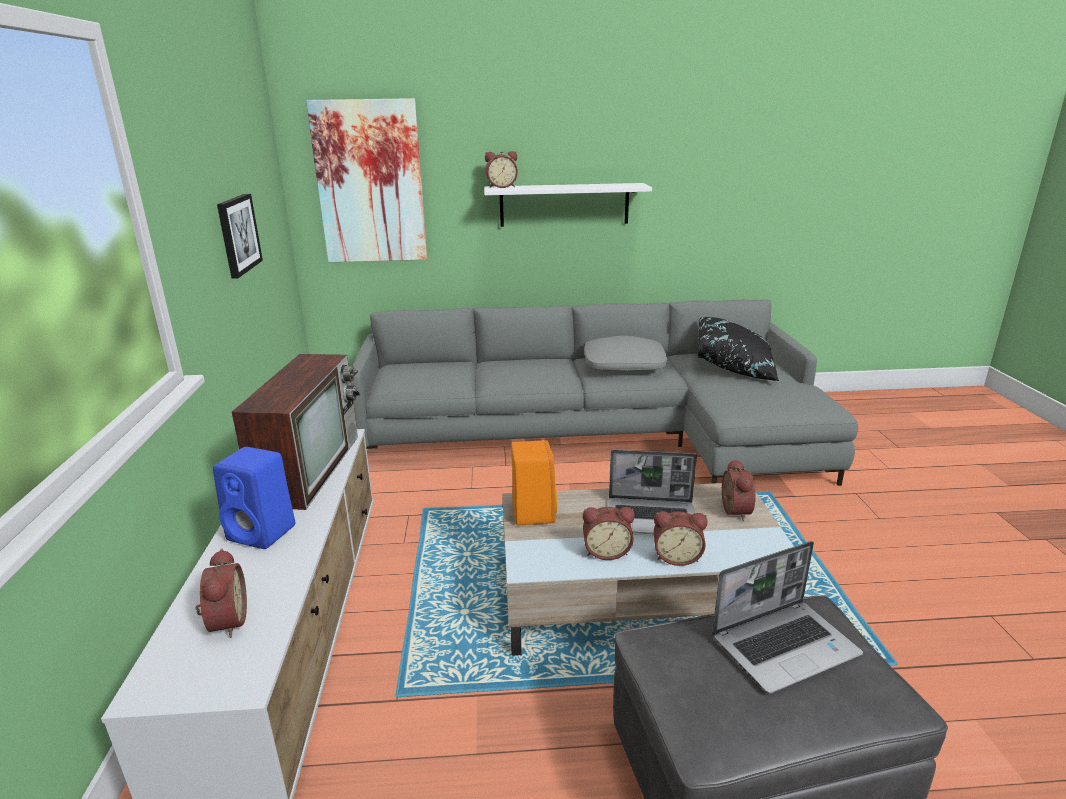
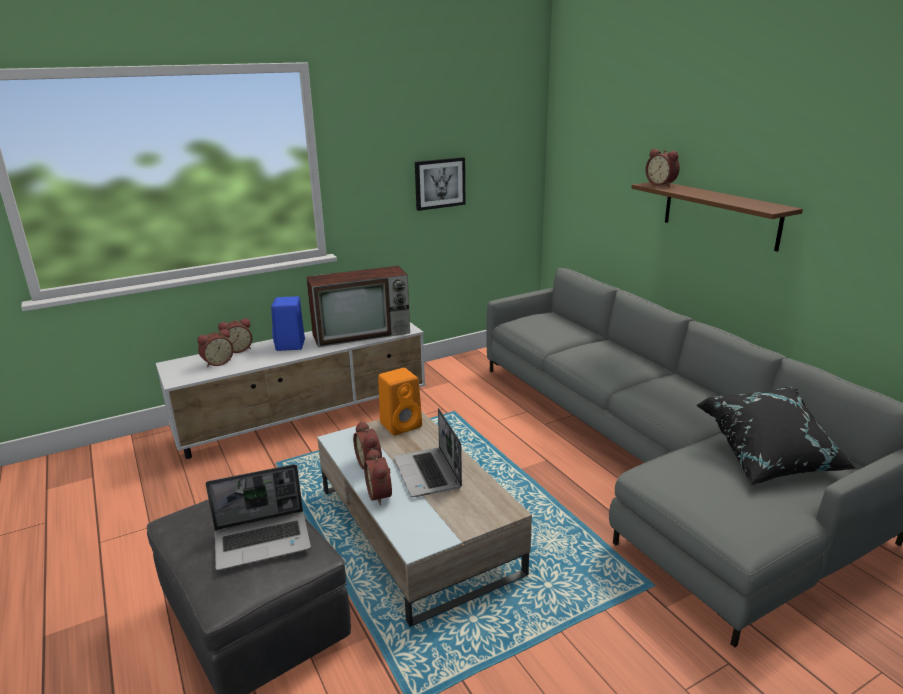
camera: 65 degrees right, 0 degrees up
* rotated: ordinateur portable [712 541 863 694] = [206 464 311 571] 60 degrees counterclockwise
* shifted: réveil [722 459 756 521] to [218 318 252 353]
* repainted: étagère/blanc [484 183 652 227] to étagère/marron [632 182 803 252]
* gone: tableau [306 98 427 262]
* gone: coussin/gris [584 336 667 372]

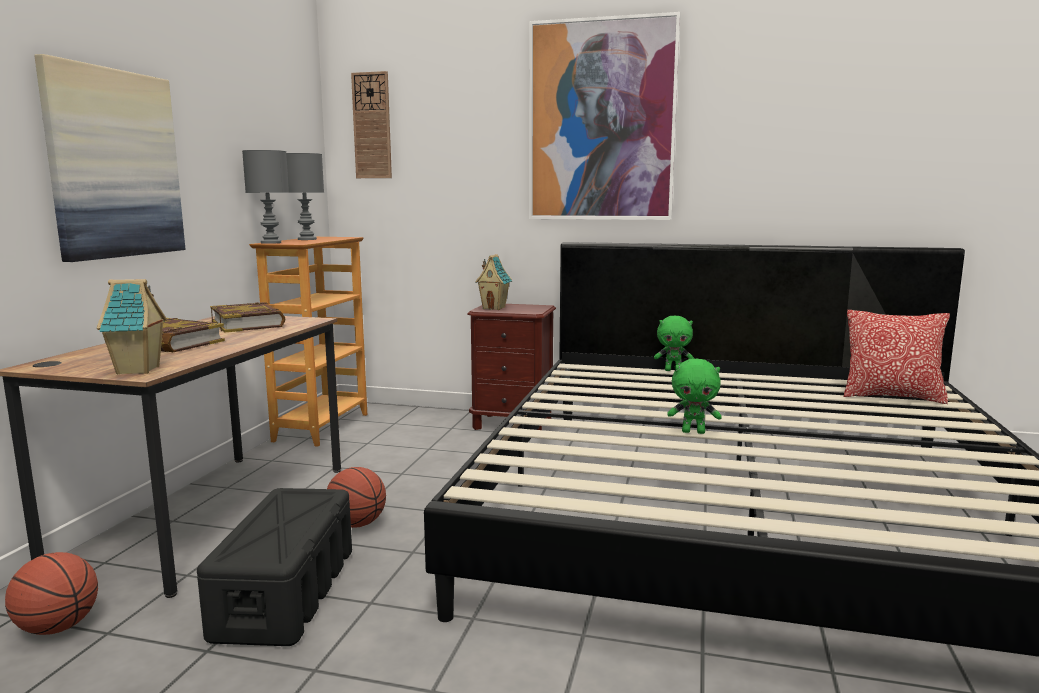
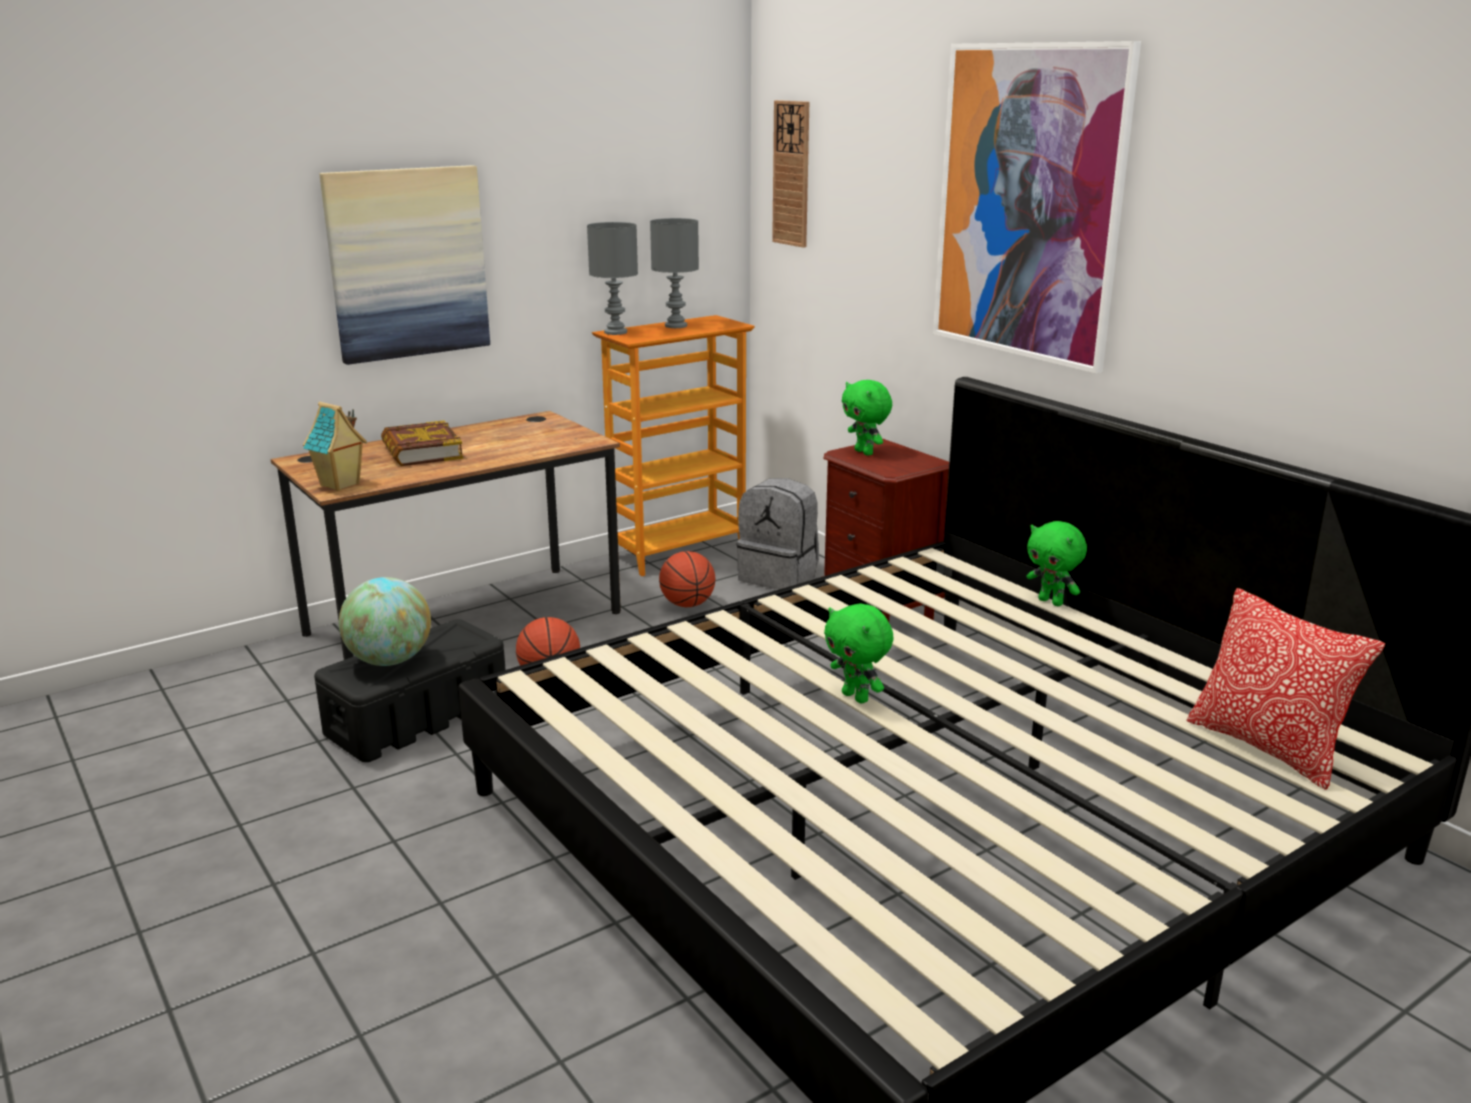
camera: 40 degrees right, 10 degrees up
* new: globe [339 577 431 666]
* shifted: ballon de basket [5 552 98 635] to [659 551 716 607]
* new: sac à dos/gris [736 478 819 590]
* swapped: maison miniature [475 254 512 310] to peluche/vert [842 380 892 456]
* gone: livre [210 302 285 333]

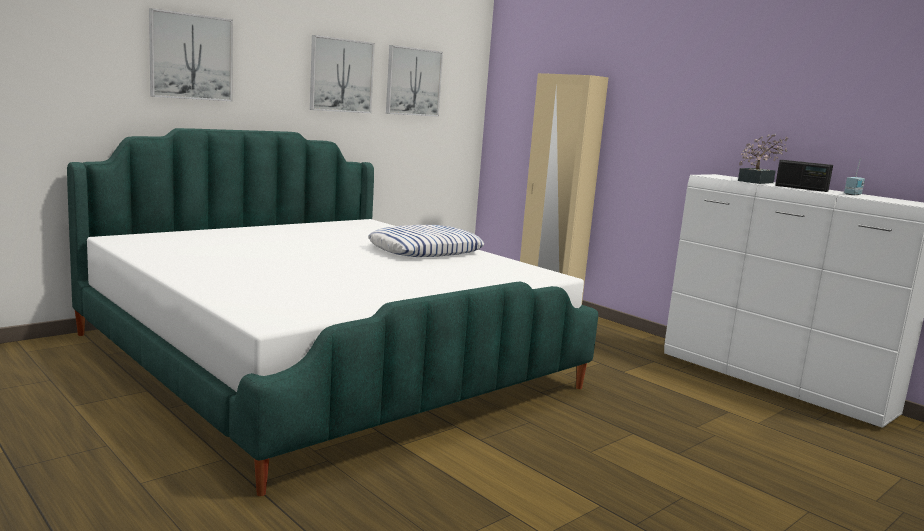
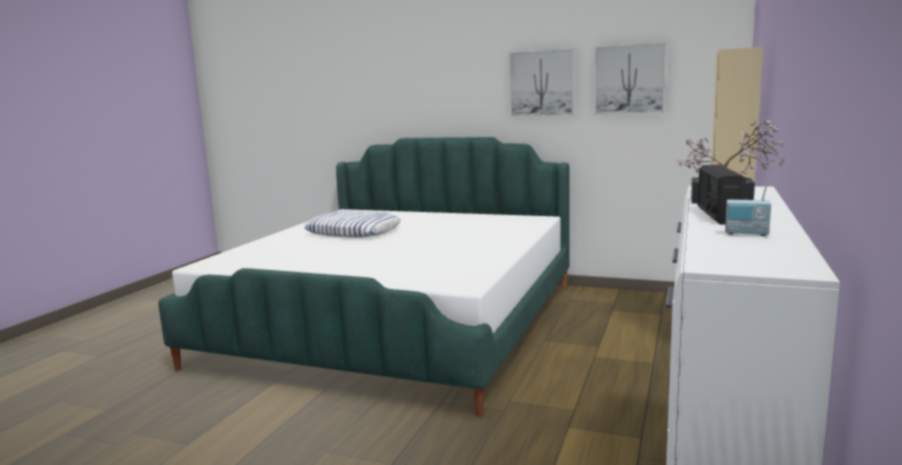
camera: 65 degrees right, 0 degrees up
* shifted: coussin [368 225 484 257] to [304 210 401 237]
* gone: tableau [149 8 233 101]

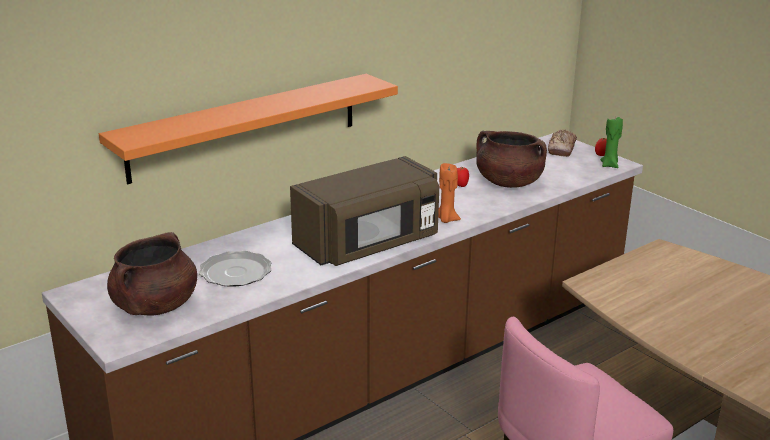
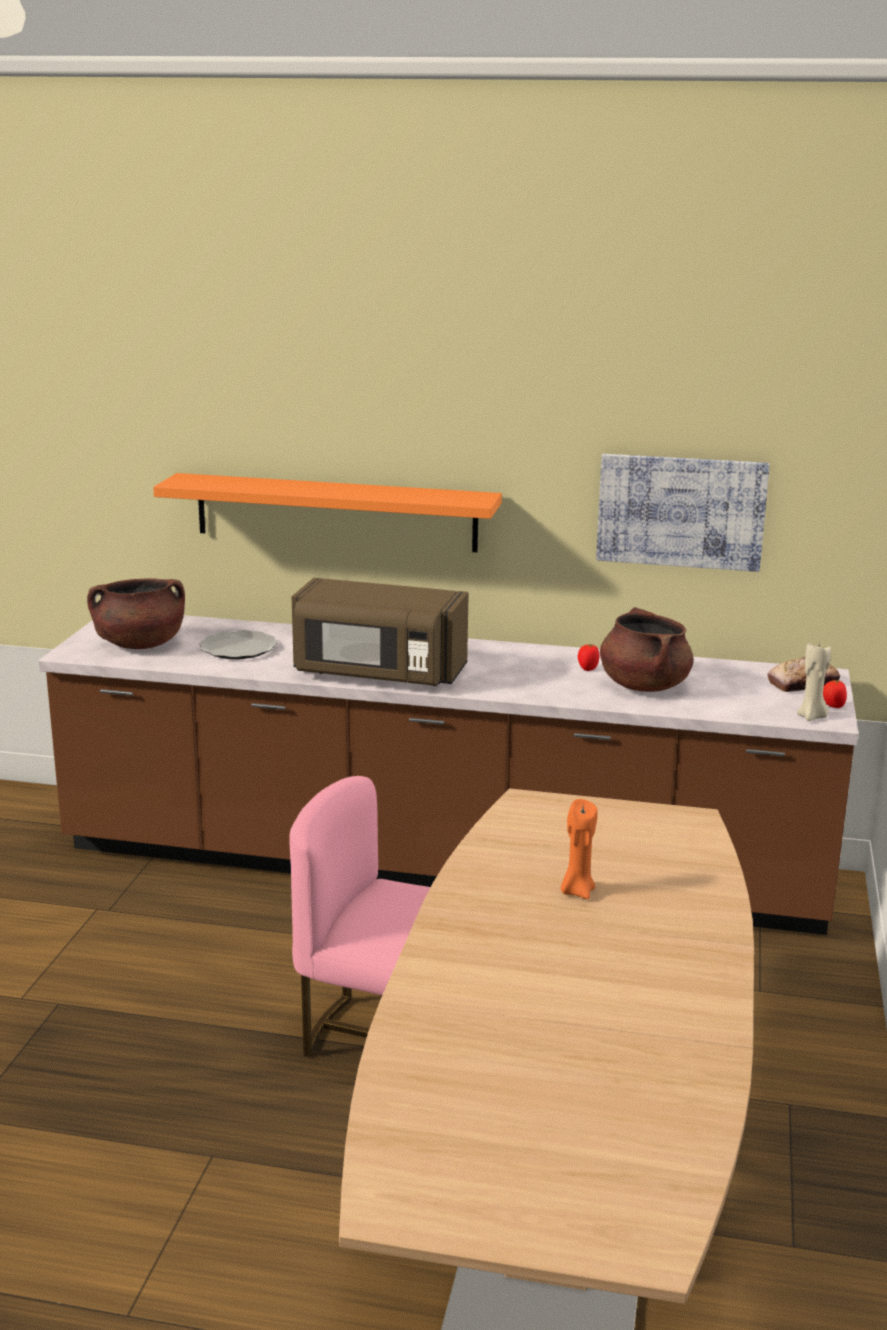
camera: 50 degrees right, 5 degrees down
* shifted: bougie/orange [438 163 461 223] to [561 799 598 899]
* new: tableau [596 454 770 572]
* repainted: bougie/vert [600 115 623 168] to bougie/beige [797 642 831 721]

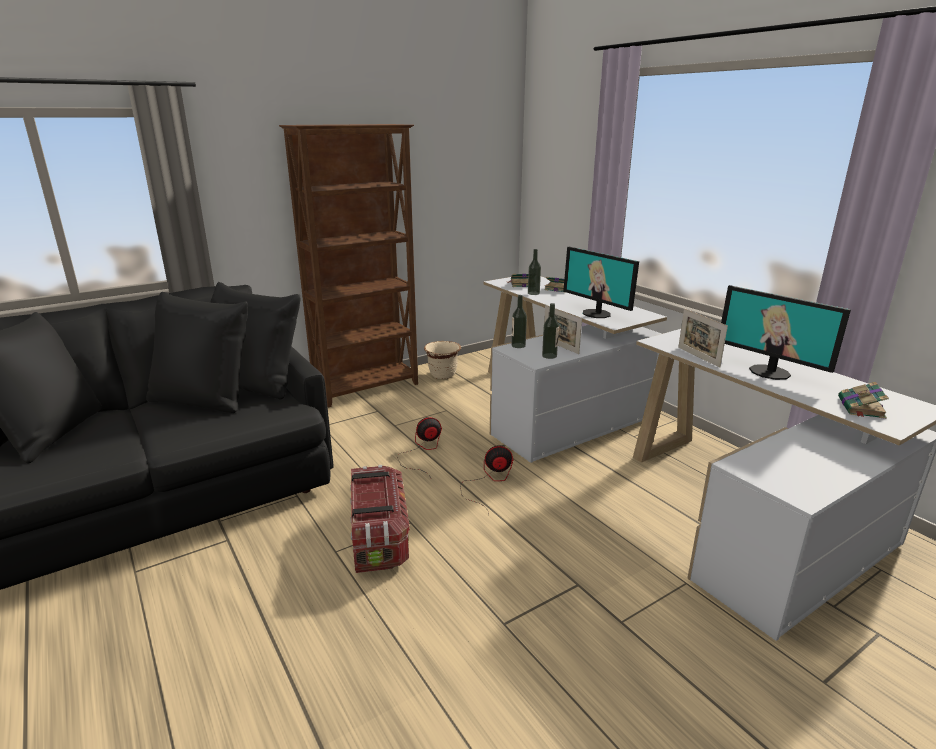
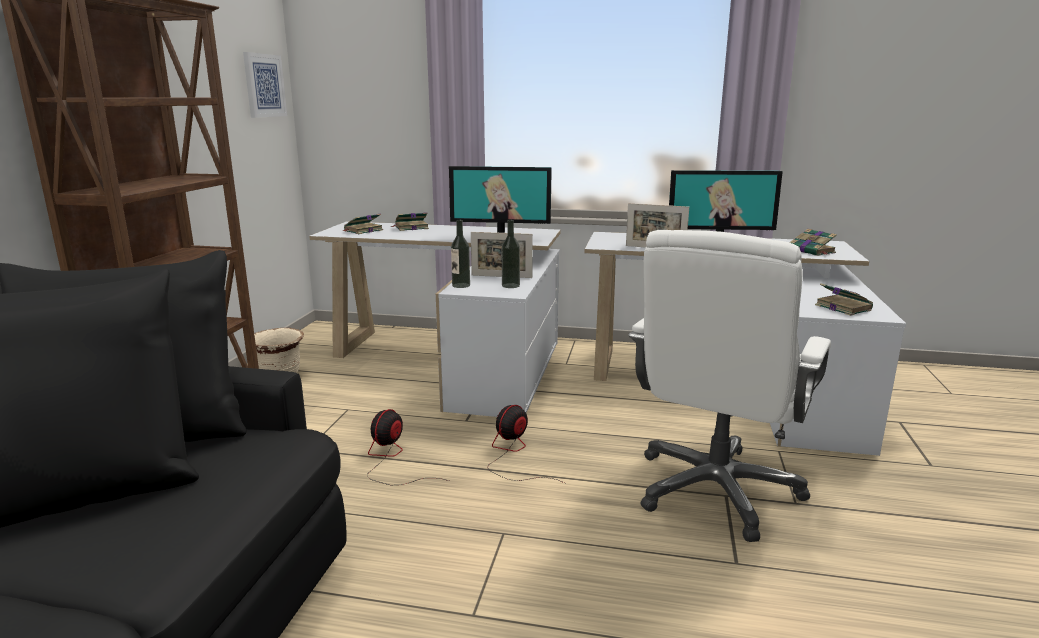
camera: 45 degrees left, 5 degrees down
* new: tableau [243 52 287 118]
* new: chaise de bureau/blanc [628 230 831 542]
* new: livre [815 283 873 316]
* gone: boîte de rangement [350 465 410 573]
* gone: bouteille [528 249 541 295]

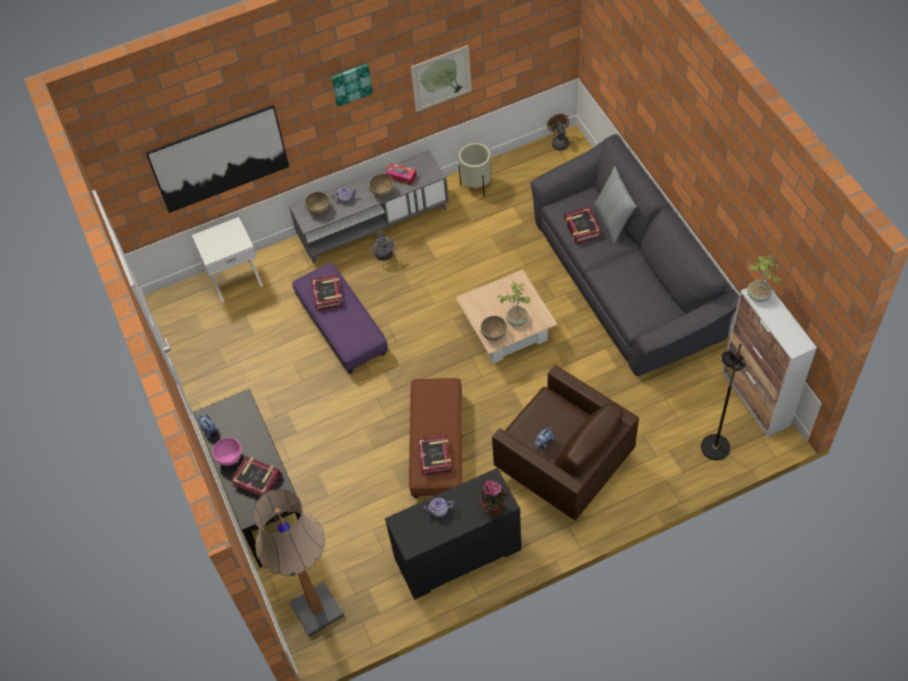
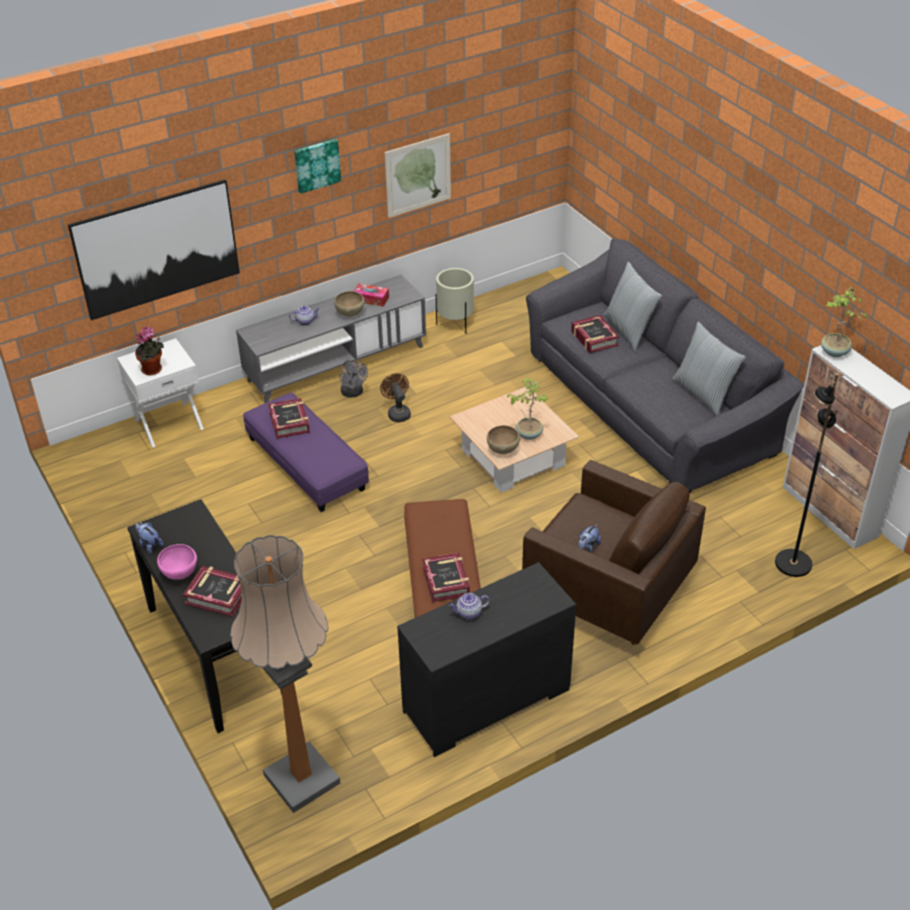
camera: 10 degrees left, 15 degrees down
* shifted: plante en pot [480 480 508 515] to [135 326 164 375]
* shifted: ventilateur/marron [547 114 569 151] to [380 373 411 422]
* new: coussin [672 322 746 416]
* gone: bol/marron [305 192 330 214]

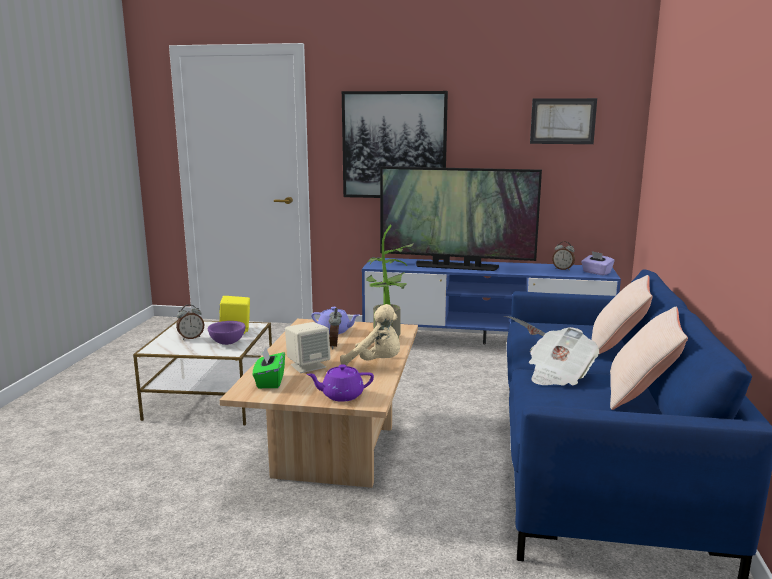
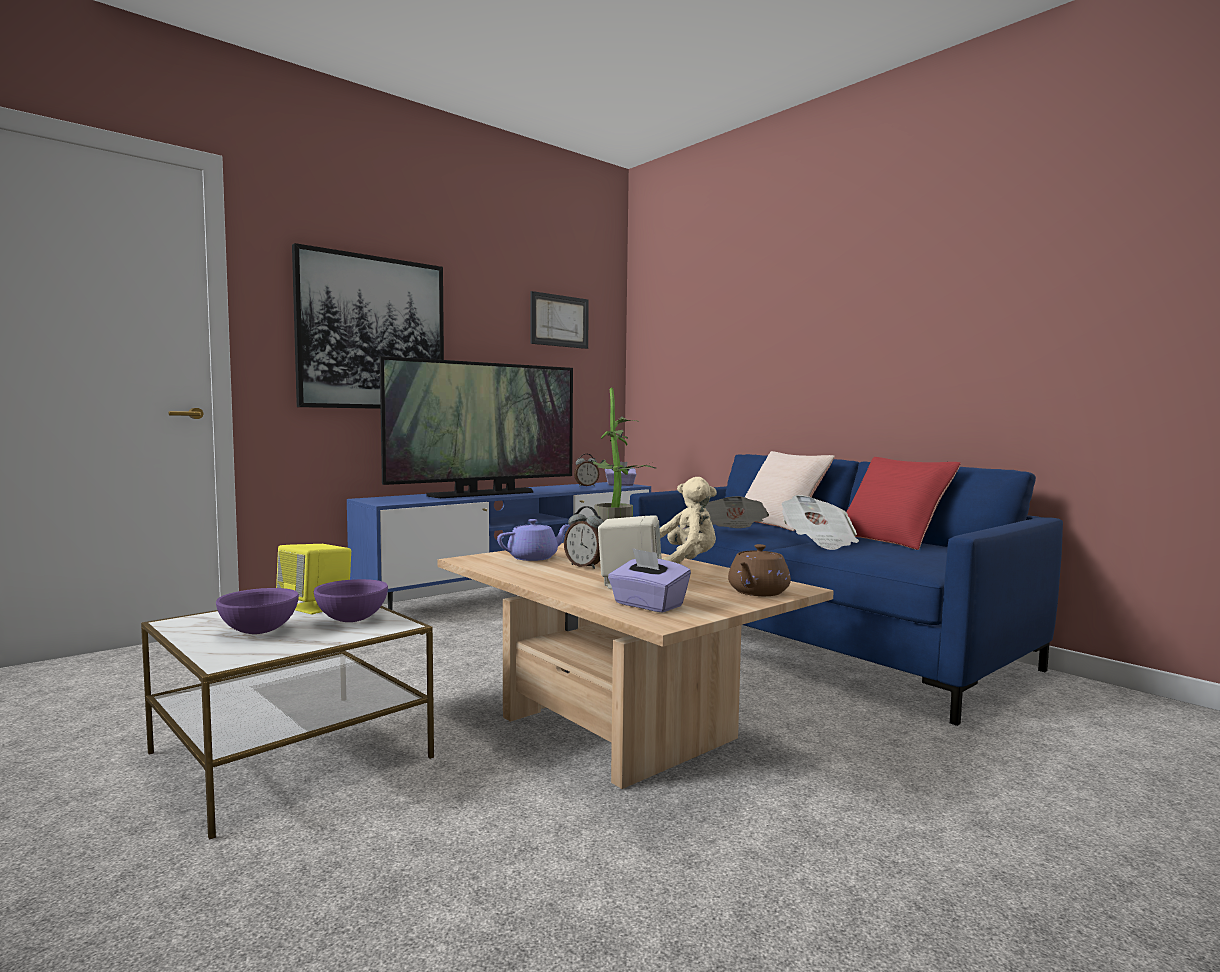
camera: 50 degrees left, 10 degrees down
* swapped: réveil [176 304 204 340] to bol/violet [216 588 299 634]
* repainted: boîte à mouchoirs/vert [253 348 285 388] to boîte à mouchoirs/violet [608 548 691 613]
* repainted: théière/violet [306 364 374 402] to théière/marron [728 544 791 596]
* repainted: coussin/beige [610 307 688 410] to coussin/rouge [846 457 961 550]

